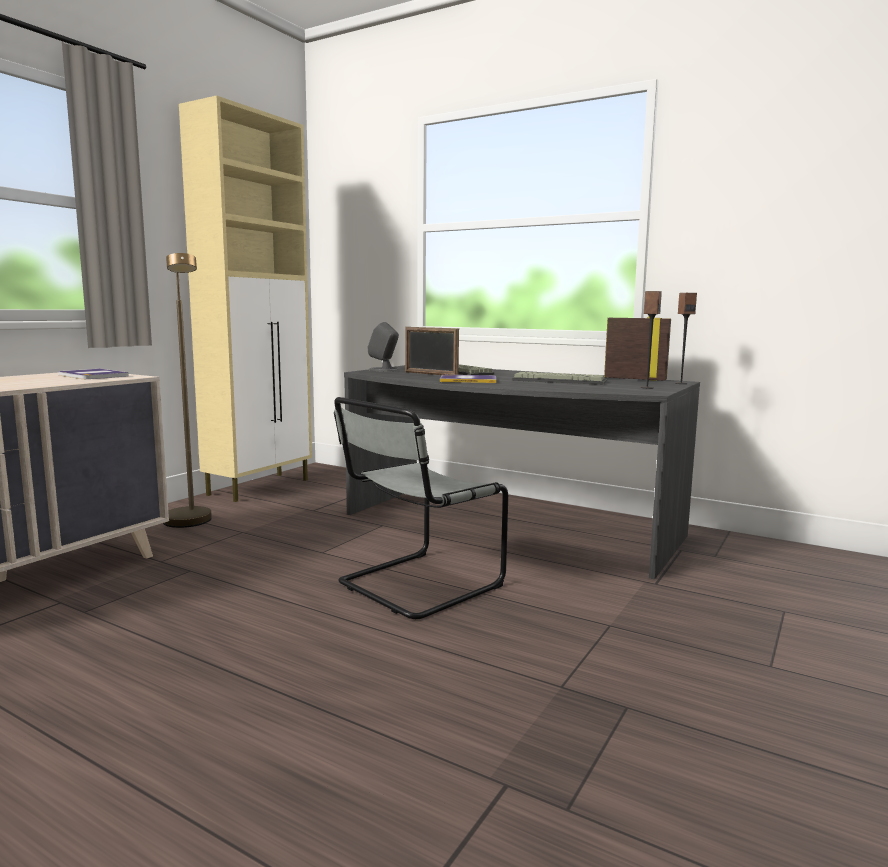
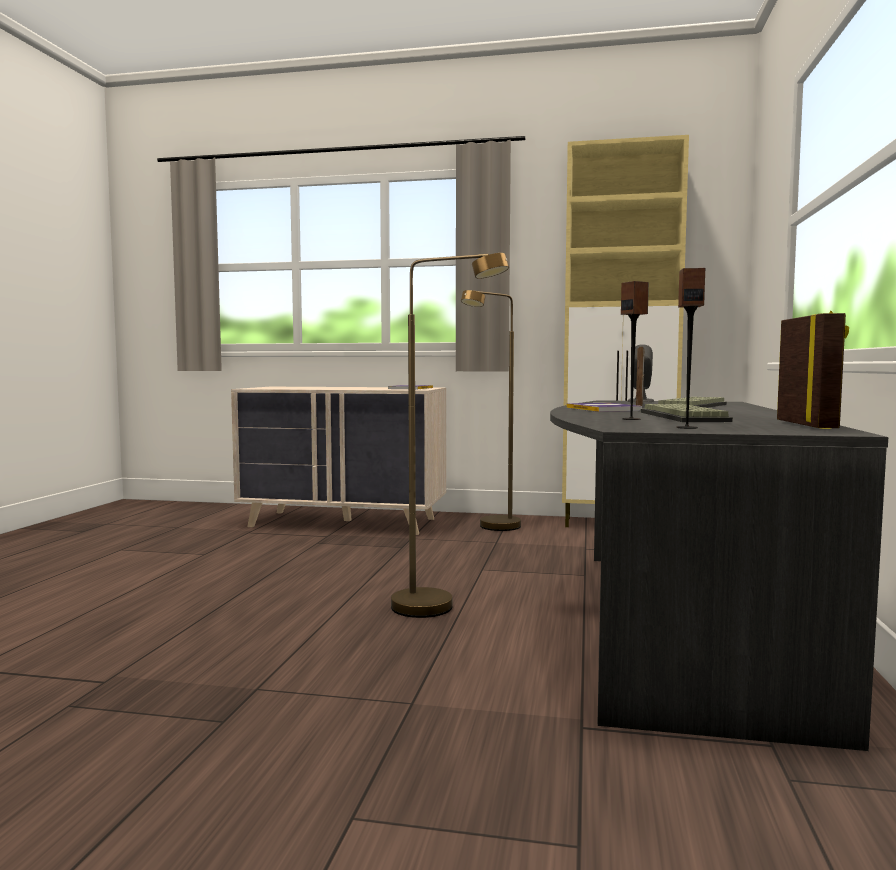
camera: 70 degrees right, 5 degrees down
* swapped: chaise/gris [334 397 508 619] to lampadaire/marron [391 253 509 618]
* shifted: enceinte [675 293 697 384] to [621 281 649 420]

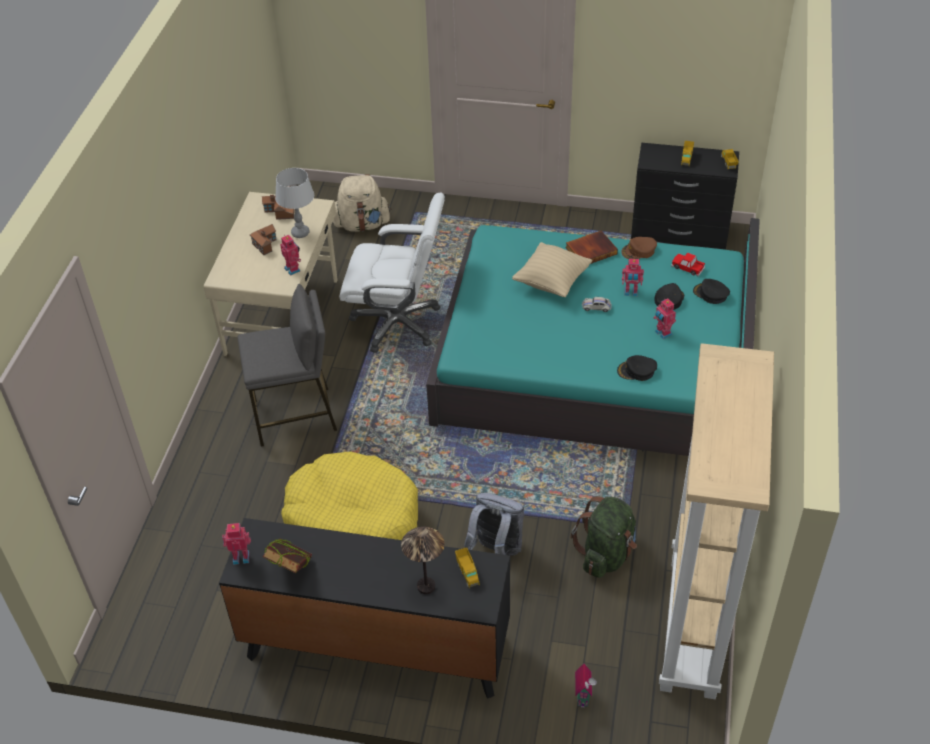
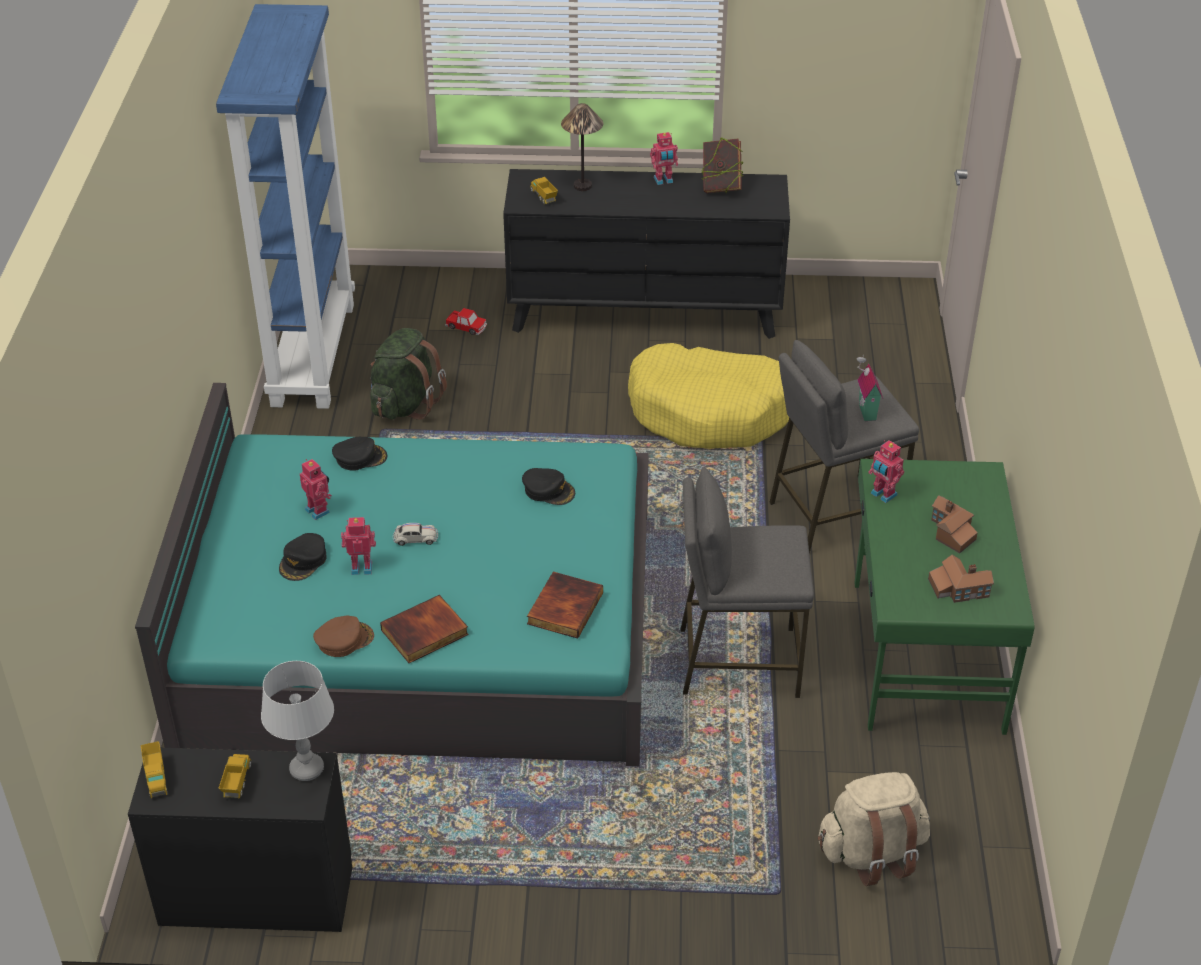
camera: 170 degrees right, 5 degrees down
* repainted: bibliothèque/beige [659 343 774 699] to bibliothèque/bleu [216 4 355 409]
* shifted: lampe de table/gris [275 168 314 238] to [261 661 334 781]
* shifted: petite voiture [671 253 705 276] to [445 308 487 335]
* shifted: casquette/noir [693 279 730 304] to [522 468 575 505]
* new: livre [527 572 603 639]
* shifted: robot jouet [222 523 251 565] to [650 132 678 185]
* swapped: chaise de bureau/blanc [339 193 445 353] to tabouret/gris [680 468 814 698]
* repainted: bureau/beige [204 192 338 356] to bureau/vert [854 459 1035 735]
* shifted: maison miniature [575 664 597 708] to [856 355 883 421]
* gone: sac à dos/gris [464 493 524 556]
* gone: coussin/beige [512 242 592 297]

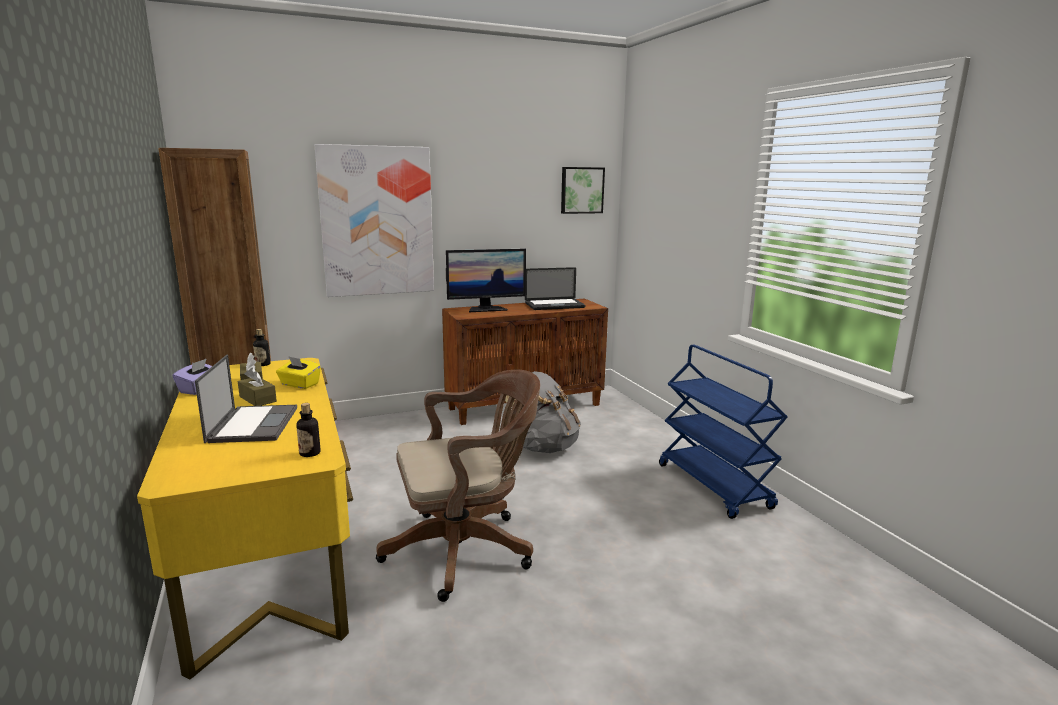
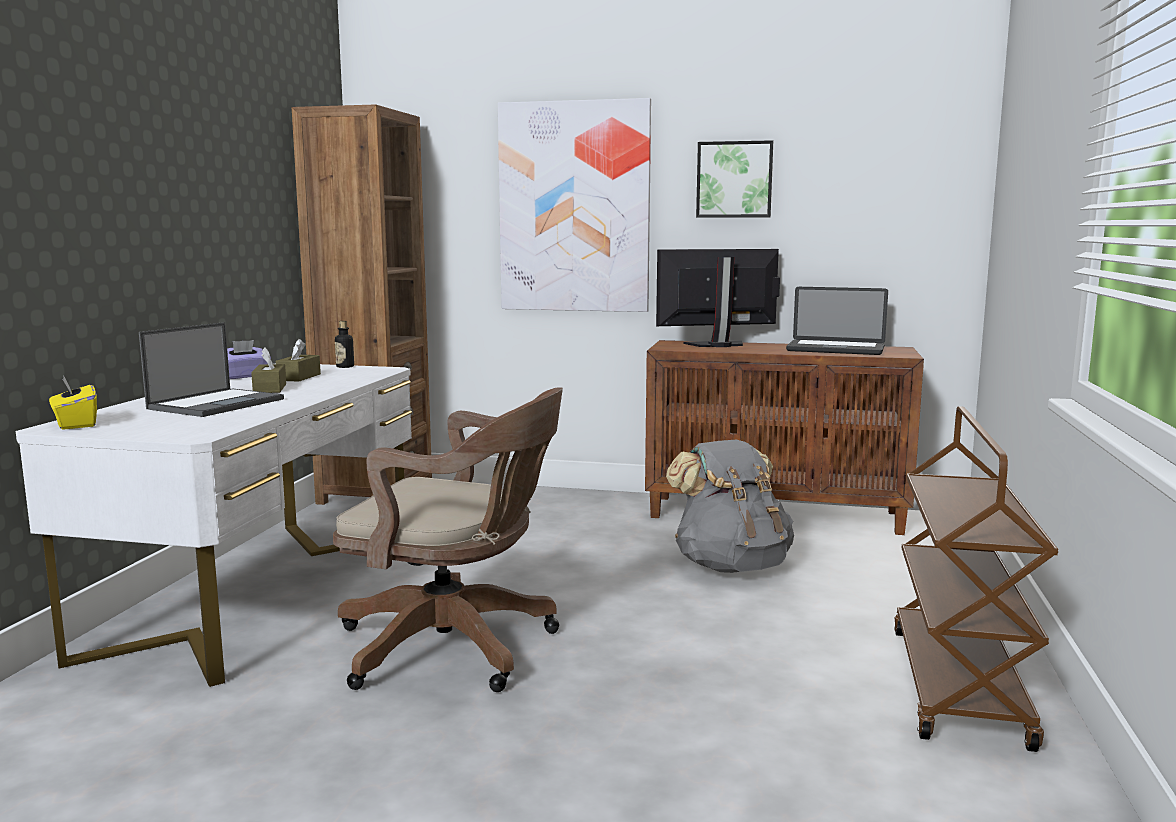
camera: 35 degrees right, 5 degrees down
* repainted: bureau/jaune [137 358 353 679] to bureau/blanc [16 364 412 687]
* shifted: boîte à mouchoirs/jaune [276 356 321 389] to [49 377 97 430]
* rotated: écran d'ordinateur [446 249 526 312] = [656 249 780 347] 150 degrees clockwise
* shifted: tableau [561 167 605 214] to [696 140 773 218]
* repainted: chariot/bleu [659 345 788 519] to chariot/marron [894 406 1058 752]
* gone: bouteille [296 403 321 457]

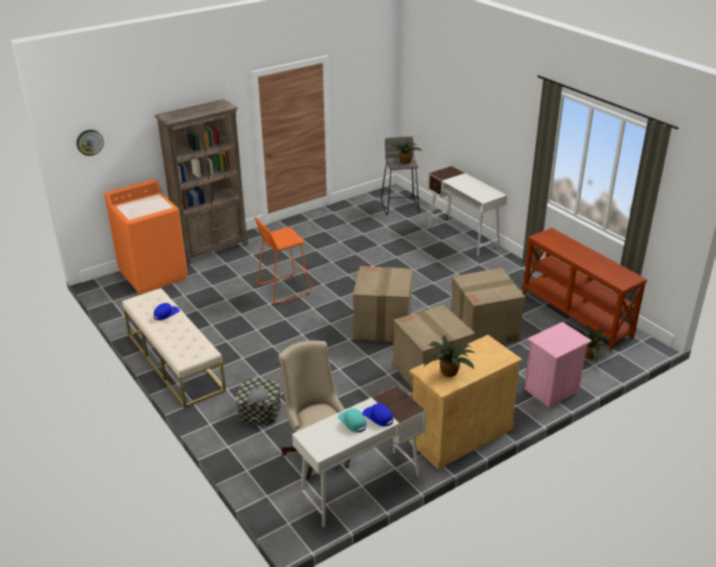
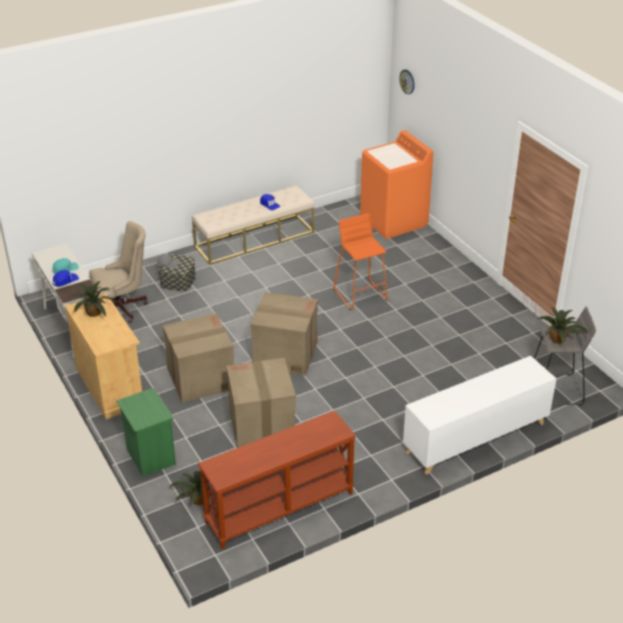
camera: 95 degrees right, 5 degrees up
* repainted: table de chevet/rose [524 322 592 407] to table de chevet/vert [116 388 176 477]
* swapped: bureau/blanc [428 166 507 256] to meuble de rangement/blanc [403 356 557 475]
* gone: bibliothèque/marron [155 99 248 264]

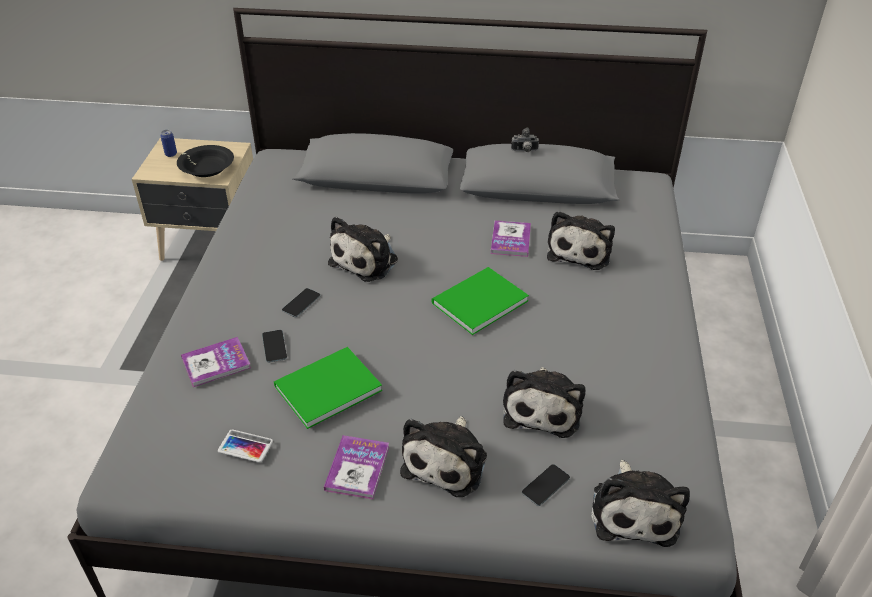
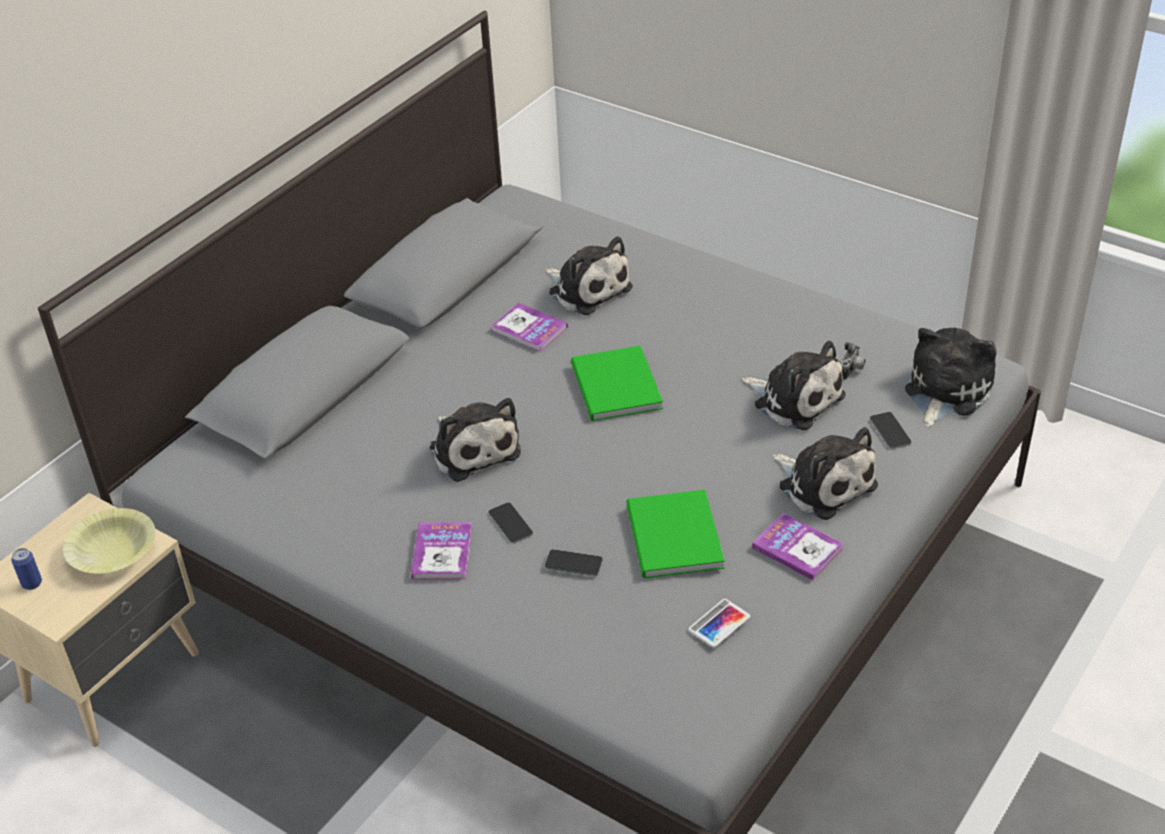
camera: 60 degrees left, 0 degrees up
* repainted: bol/noir [177 145 234 177] to bol/jaune [63 508 156 573]
* shifted: livre [181 337 251 387] to [411 522 472 580]
* shifted: appareil photo [511 127 539 152] to [841 342 866 380]
* rotated: peluche [591 460 690 547] = [905 328 997 428] 90 degrees counterclockwise

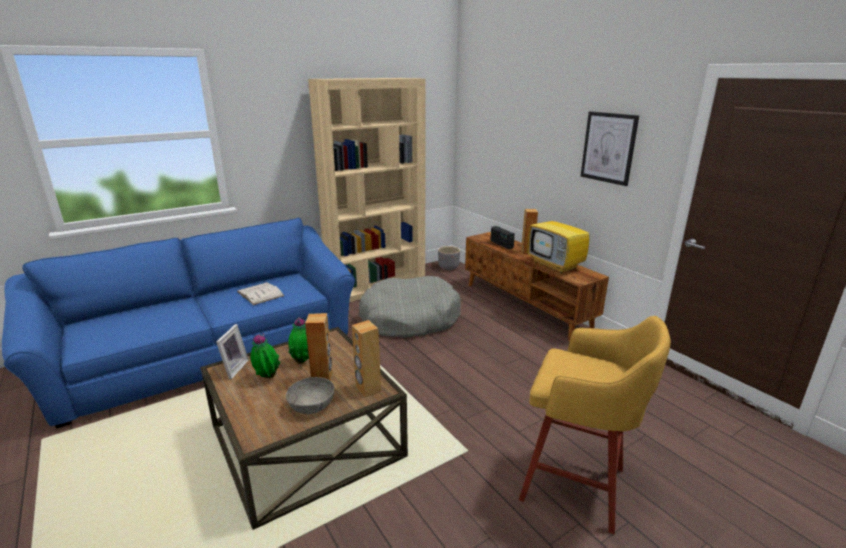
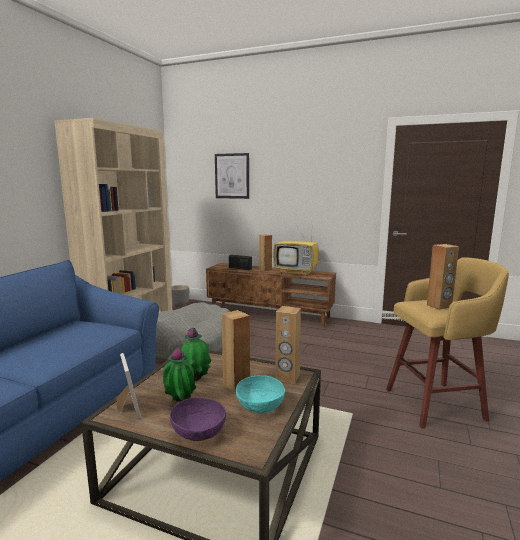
camera: 35 degrees left, 10 degrees down
* new: bol/violet [170 398 226 441]
* shifted: tableau [581 111 639 186] to [215 153 249 199]
* repainted: bol/gris [286 377 334 414] to bol/turquoise [236 375 285 413]
* new: enceinte/marron [427 244 459 310]
* gone: livre/blanc [237 282 284 305]

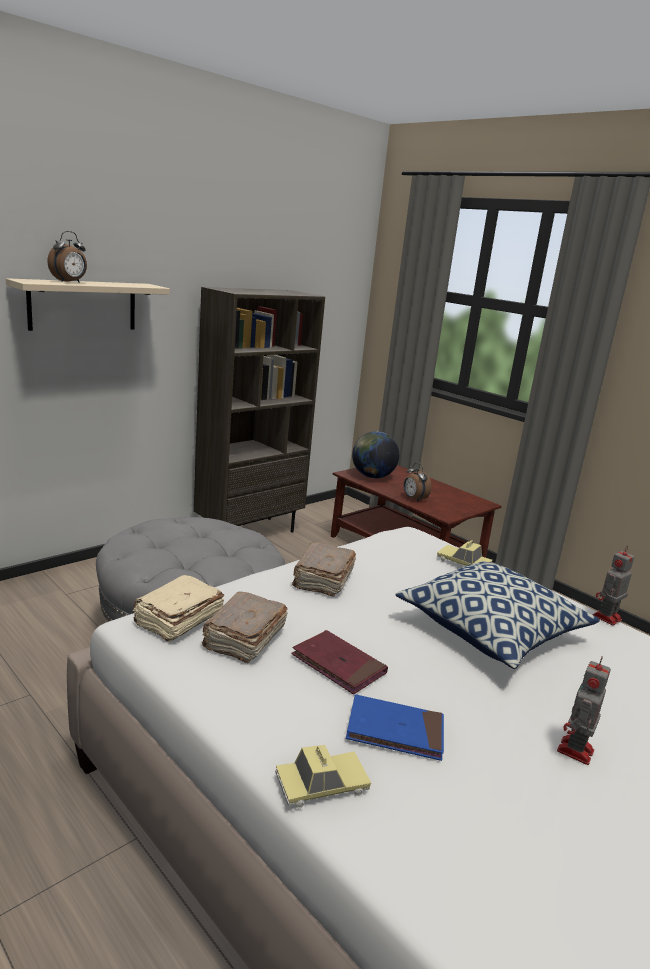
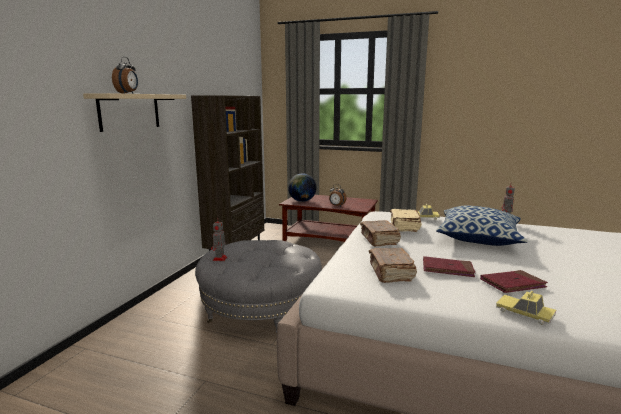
camera: 25 degrees left, 5 degrees down
* shifted: robot jouet [557 656 611 765] to [211 217 227 261]
* shifted: livre/beige [133 575 224 642] to [390 209 422 232]
* repainted: livre/bleu [346 694 444 761] to livre/rouge [480 270 548 293]
* rotated: petite voiture [275 745 371 808] = [496 291 556 325] 90 degrees counterclockwise

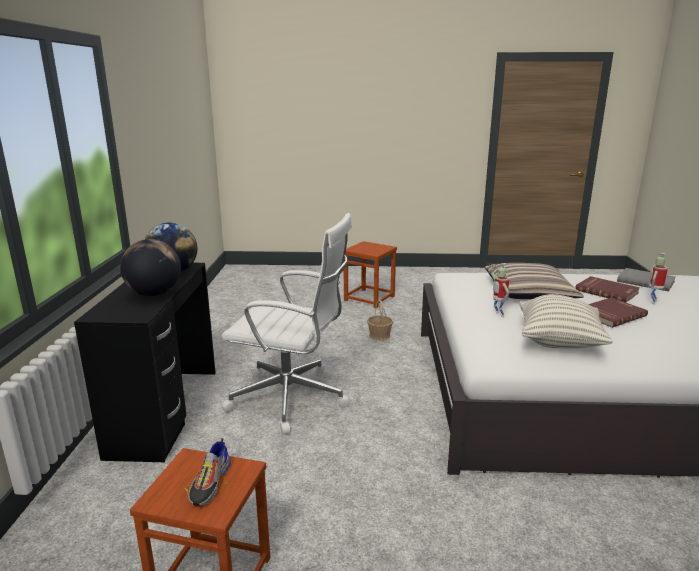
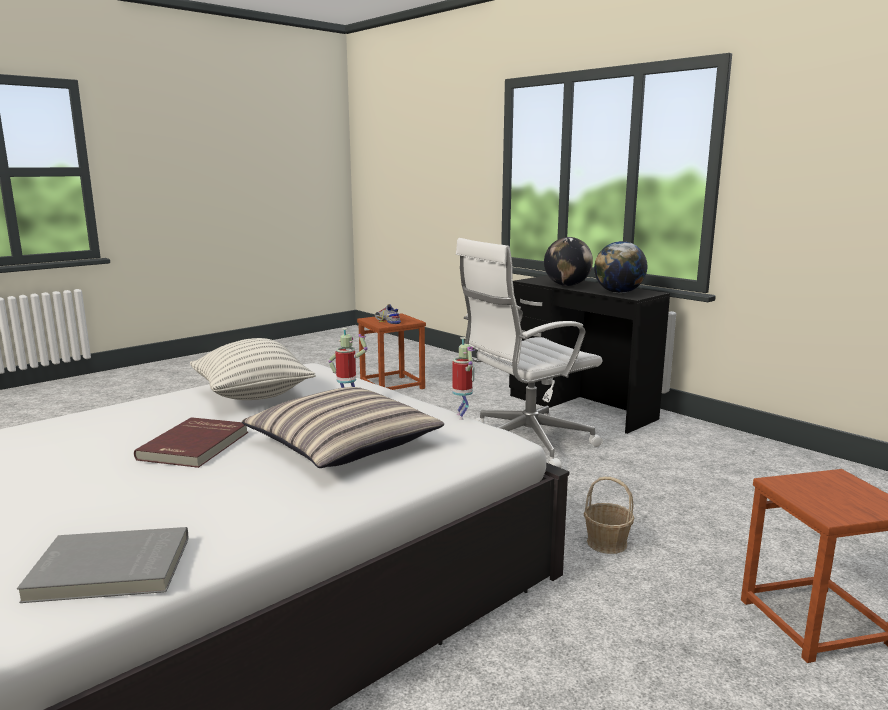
camera: 135 degrees right, 5 degrees down
* shifted: robot jouet [649 253 668 304] to [452 337 475 420]
* gone: livre/rouge [575 276 640 302]

